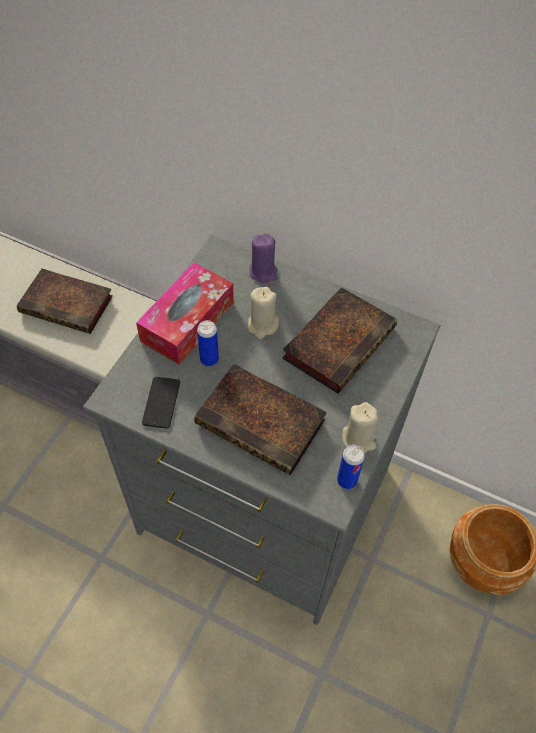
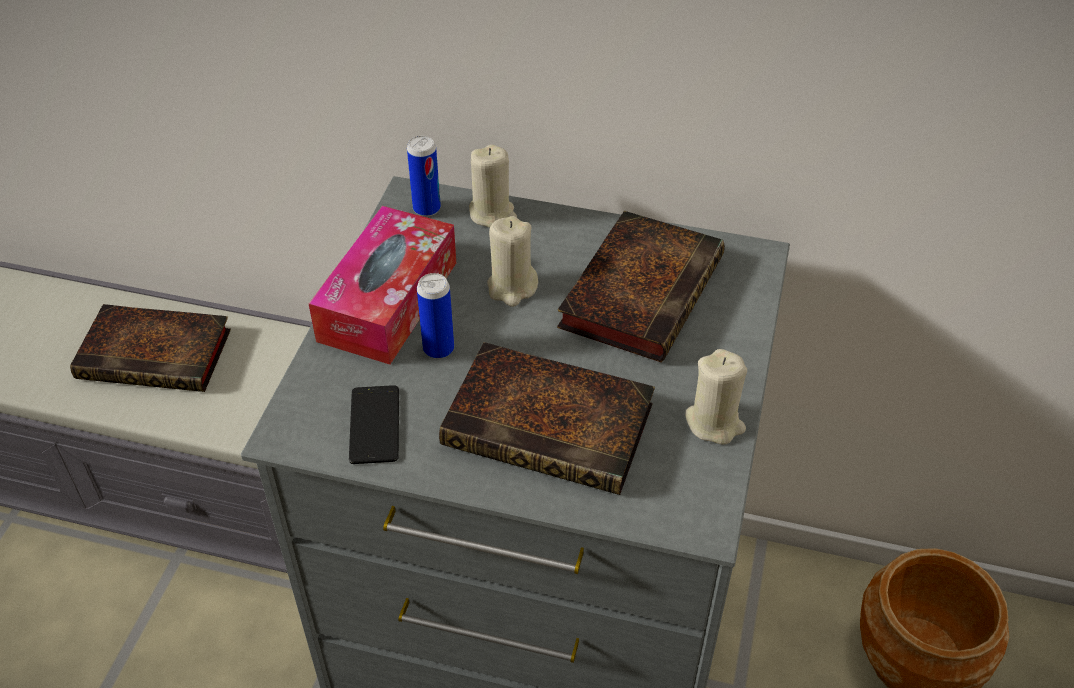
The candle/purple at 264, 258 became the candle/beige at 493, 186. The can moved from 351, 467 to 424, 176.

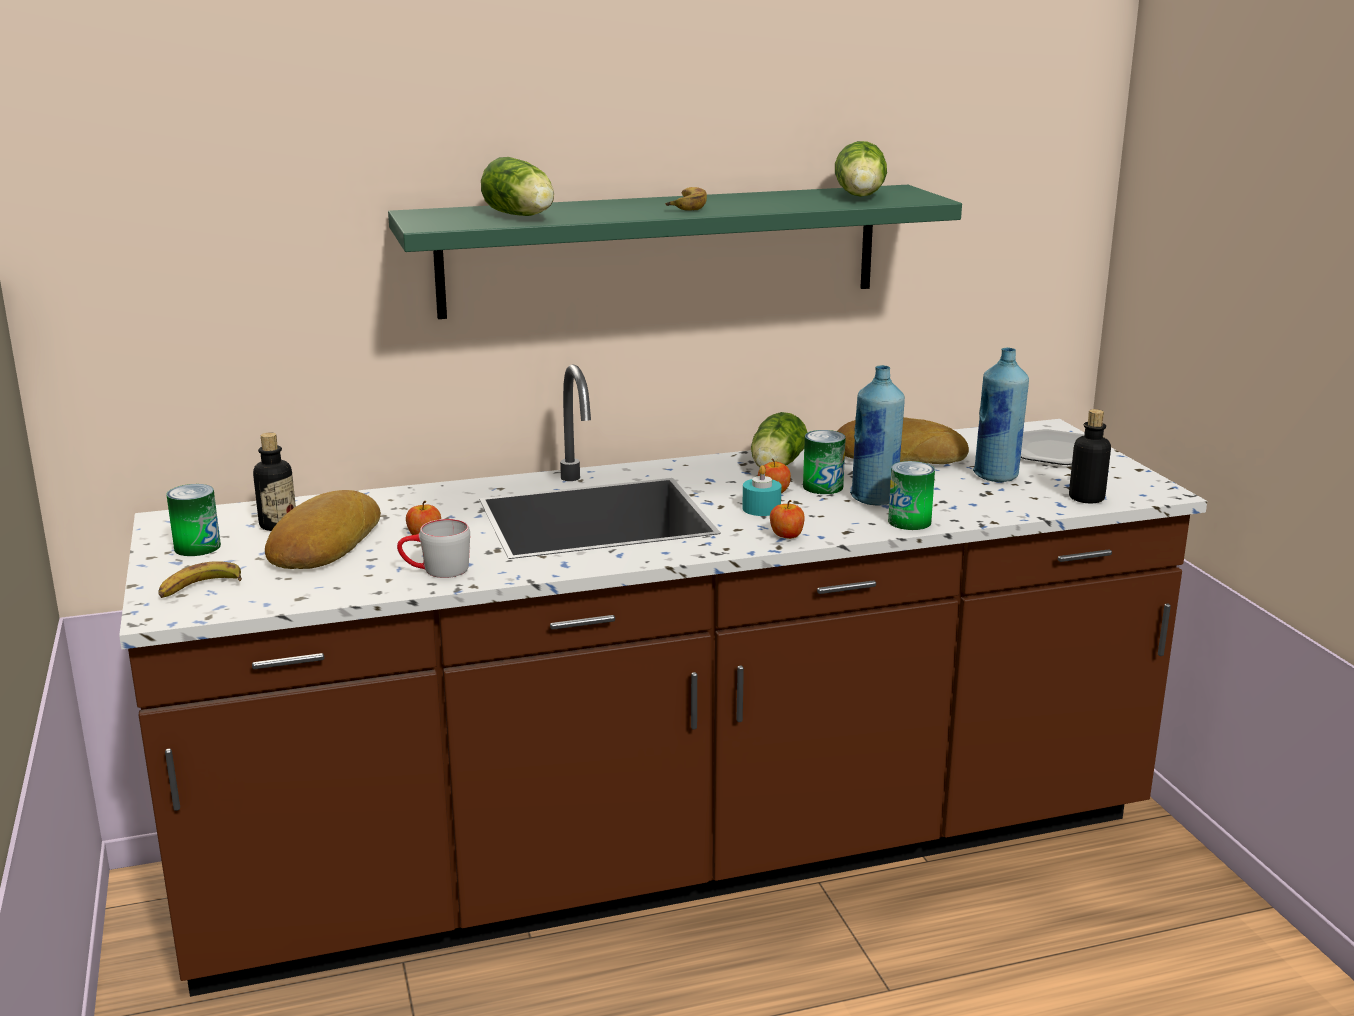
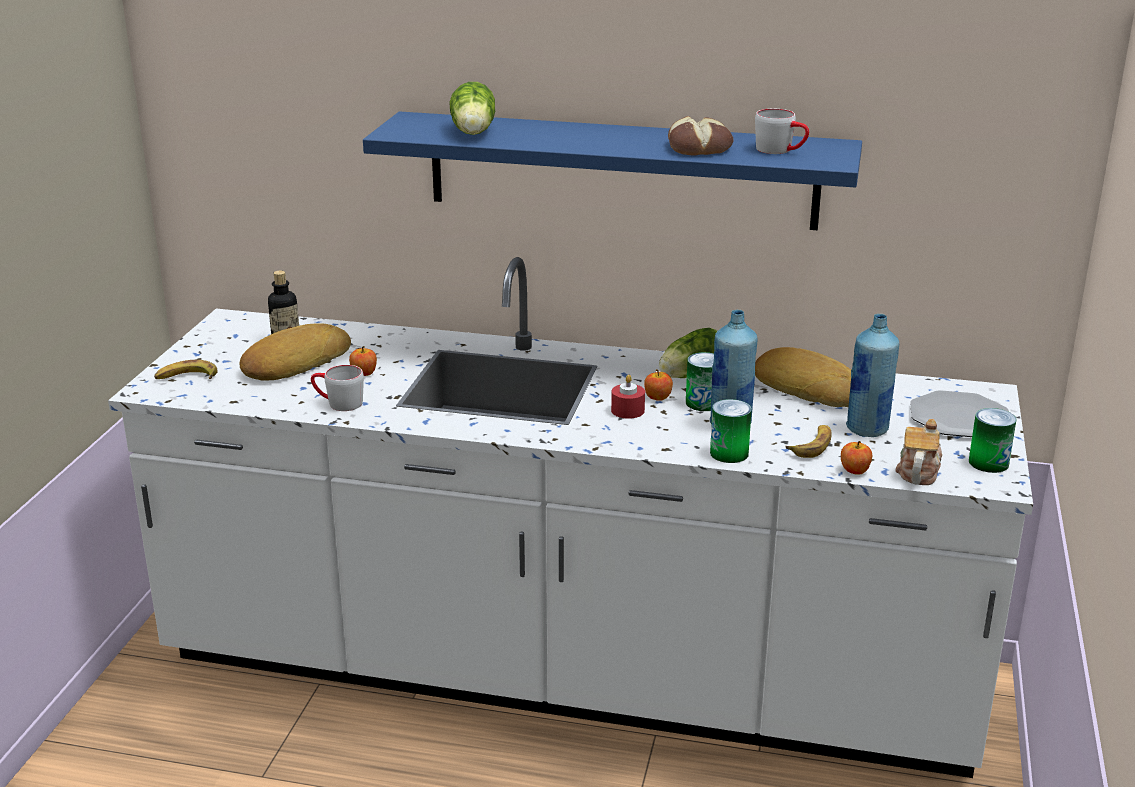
The counter/brown at 663, 680 became the counter/white at 570, 517. The can moved from 193, 520 to 993, 440. The shelf/green at 675, 252 became the shelf/blue at 612, 170. The banana moved from 686, 199 to 808, 441. The candle/turquoise at 761, 490 became the candle/red at 628, 397. The apple moved from 787, 519 to 856, 458. The lettuce at 861, 169 was replaced by the mug/grey at 782, 131. The bottle at 1090, 456 was replaced by the teapot at 918, 452. The bread at 700, 135 appeared.

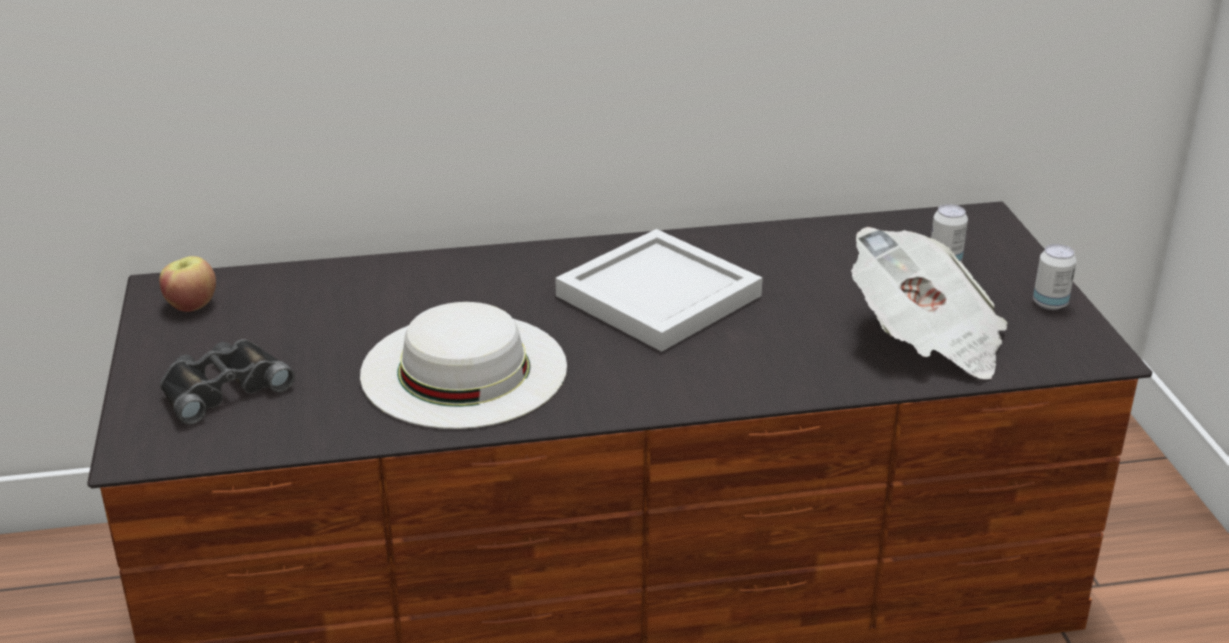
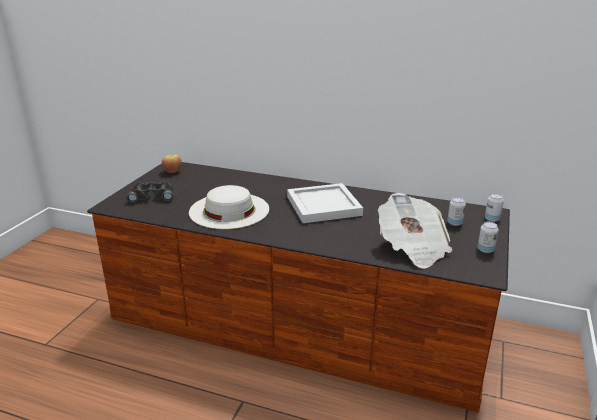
The can at 494, 207 appeared.

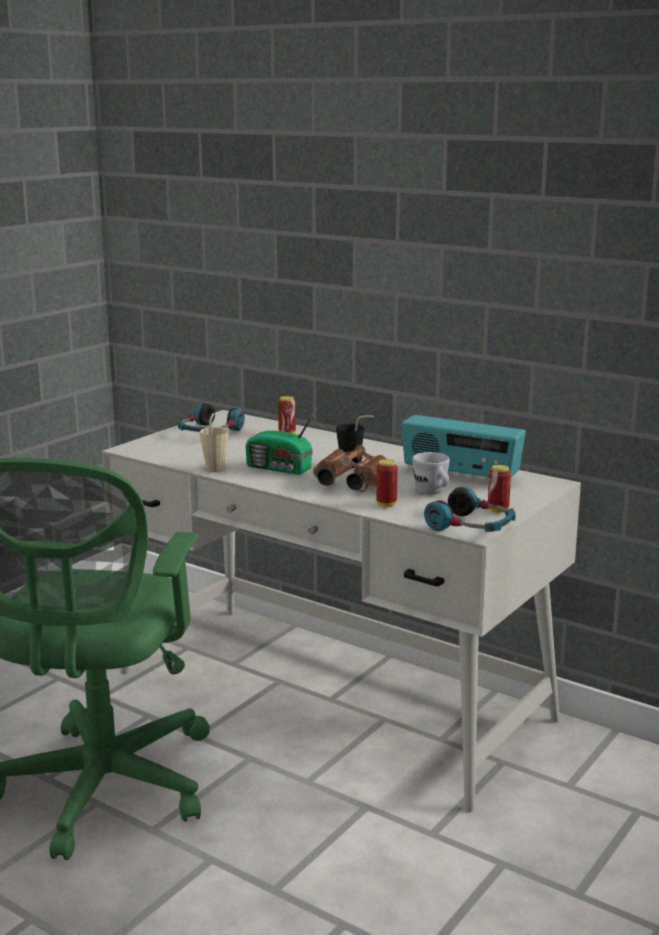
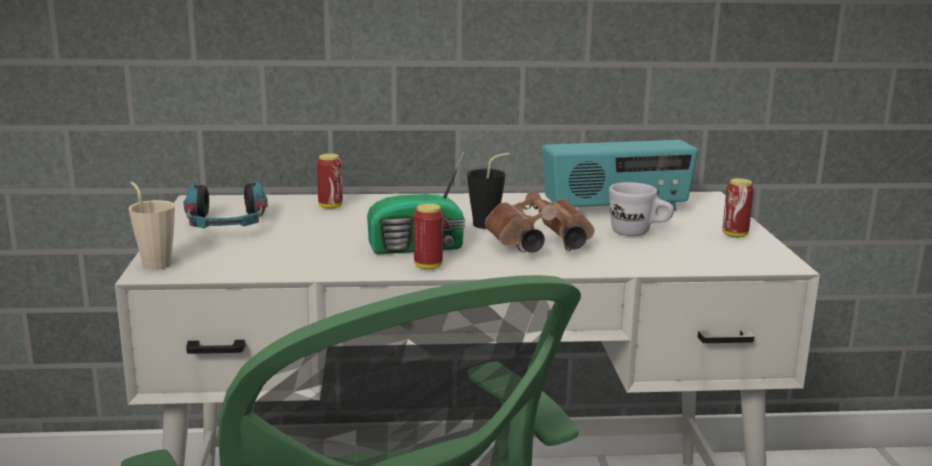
The cup/beige moved from 214, 442 to 152, 226. The can moved from 387, 483 to 428, 236. The headphones at 470, 509 disappeared.

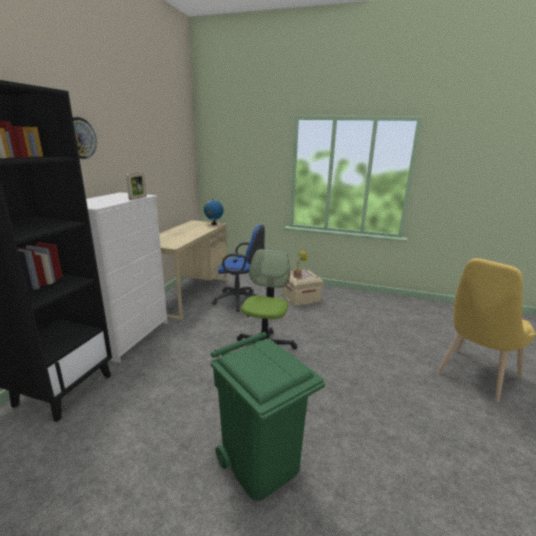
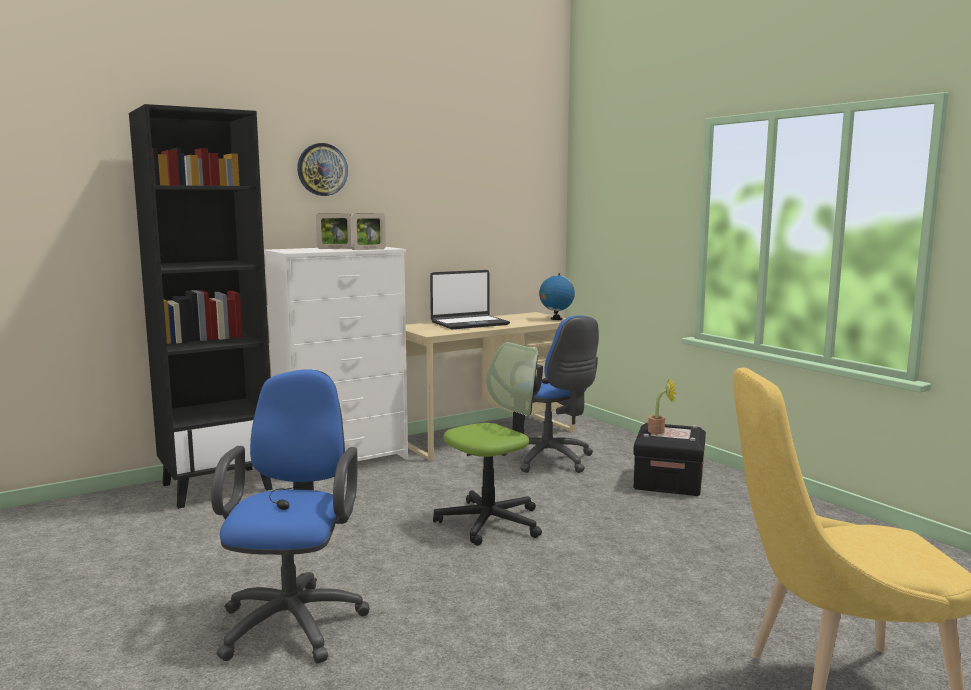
The trash can/green at 268, 416 was replaced by the office chair/blue at 290, 516. The storage box/beige at 302, 287 became the storage box/black at 669, 459. The picture frame at 333, 231 appeared. The laptop at 470, 299 appeared.

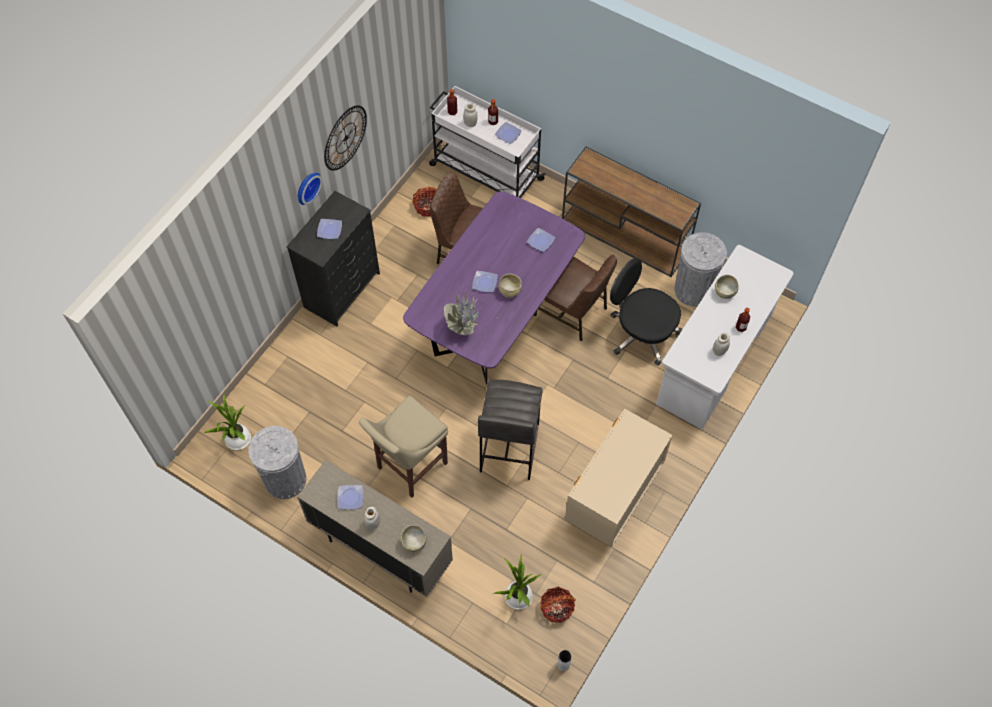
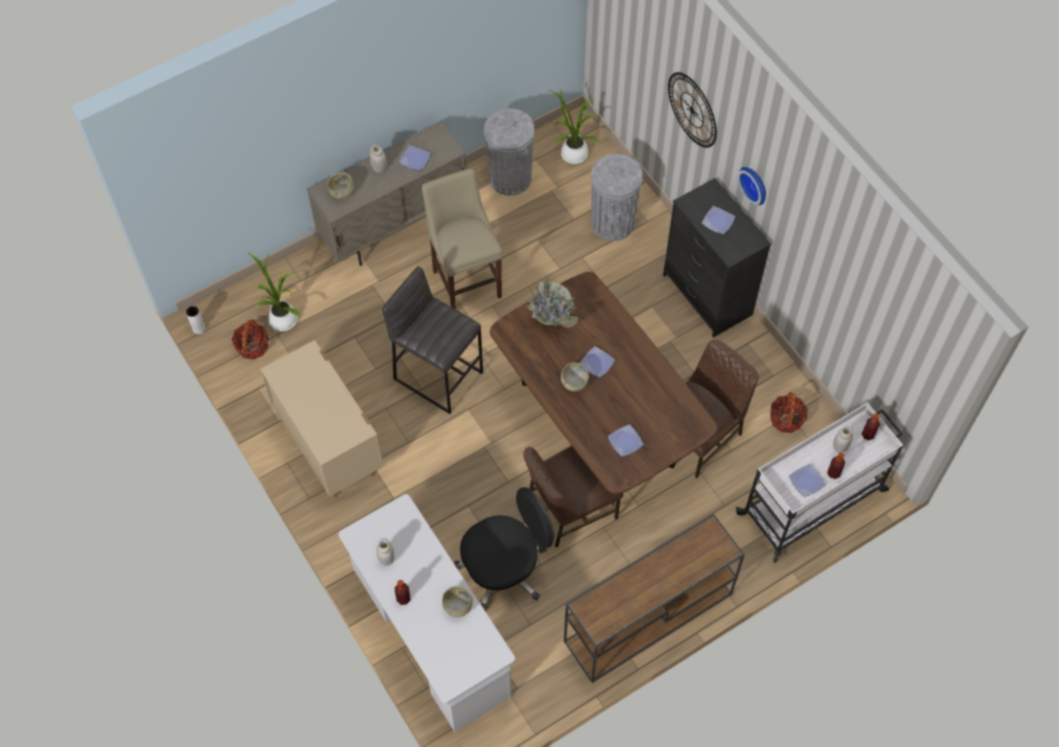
The wall clock moved from 345, 138 to 692, 110. The dining table/purple at 494, 287 became the dining table/brown at 604, 389. The trash can/grey moved from 700, 269 to 617, 197.

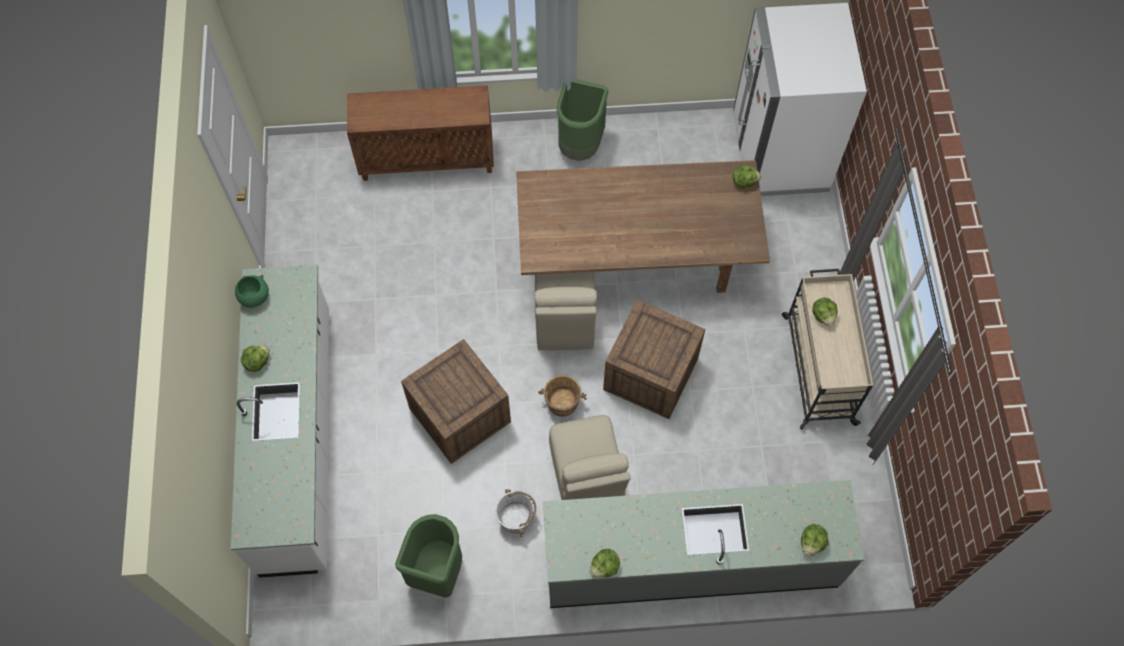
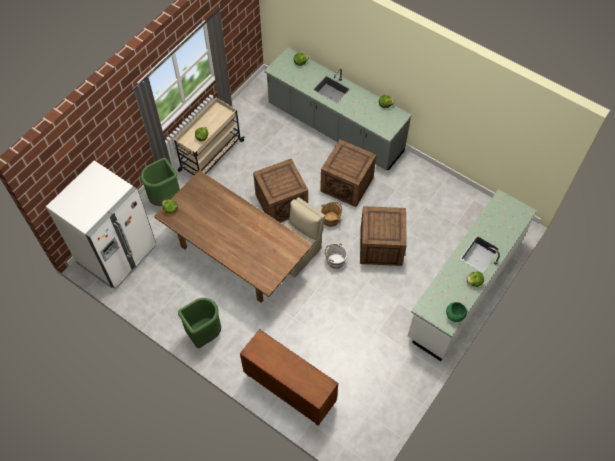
The trash can/green moved from 428, 556 to 160, 182. The bucket/white moved from 515, 513 to 336, 256. The chair/beige at 589, 457 was replaced by the crate at 348, 173.

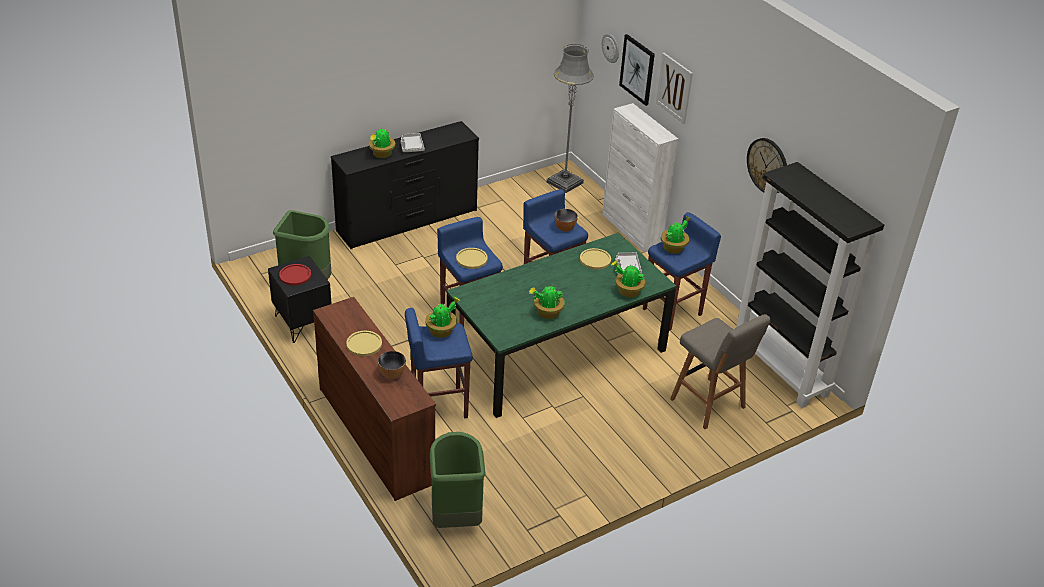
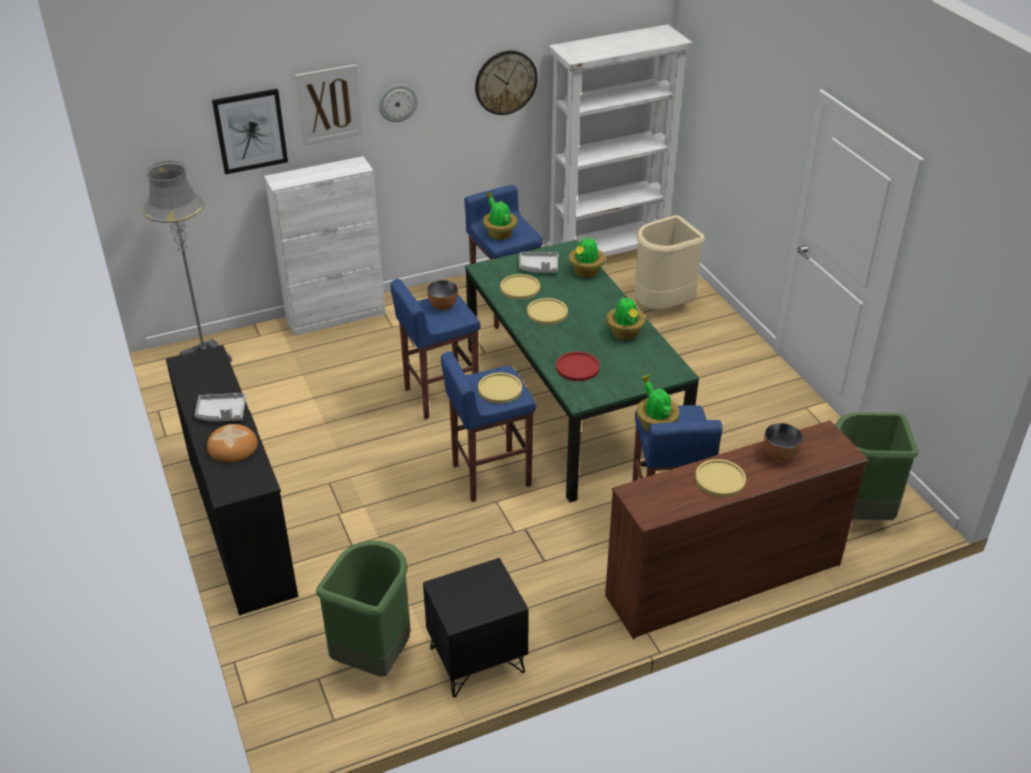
The plate/red moved from 295, 275 to 578, 366. The potted plant at 382, 143 was replaced by the bread at 232, 443. The wall clock moved from 610, 48 to 398, 103. The stool/grey at 720, 371 was replaced by the trash can/beige at 669, 262. The bookcase/black at 810, 285 became the bookcase/white at 619, 140. The plate/yellow at 547, 311 appeared.

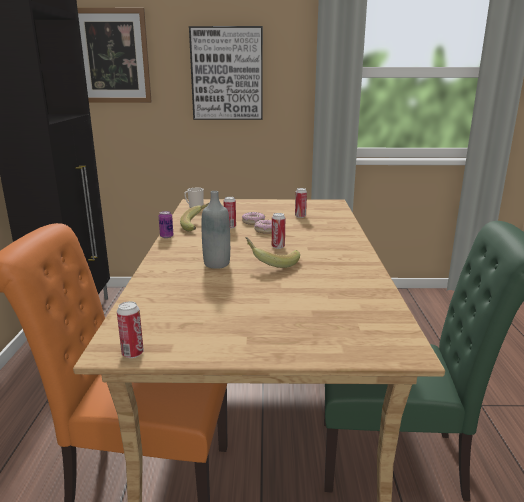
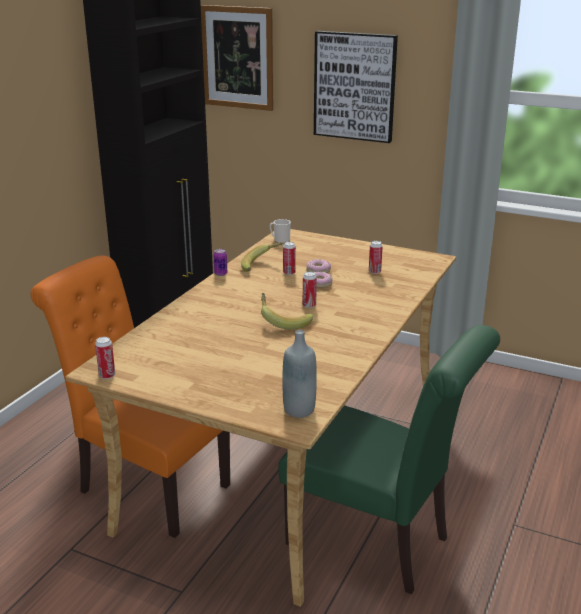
The bottle/grey moved from 215, 230 to 300, 374.

